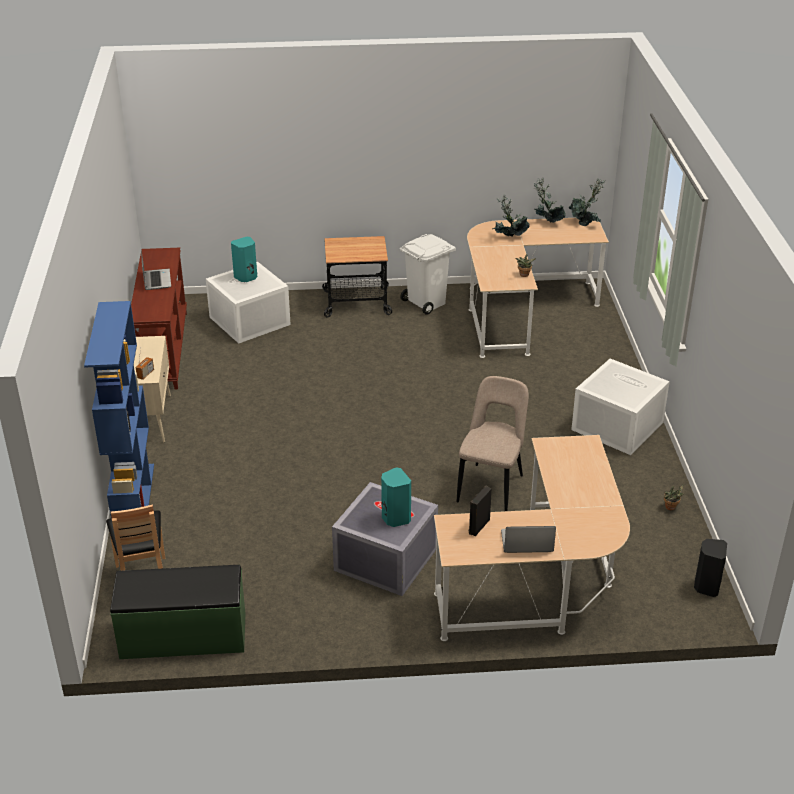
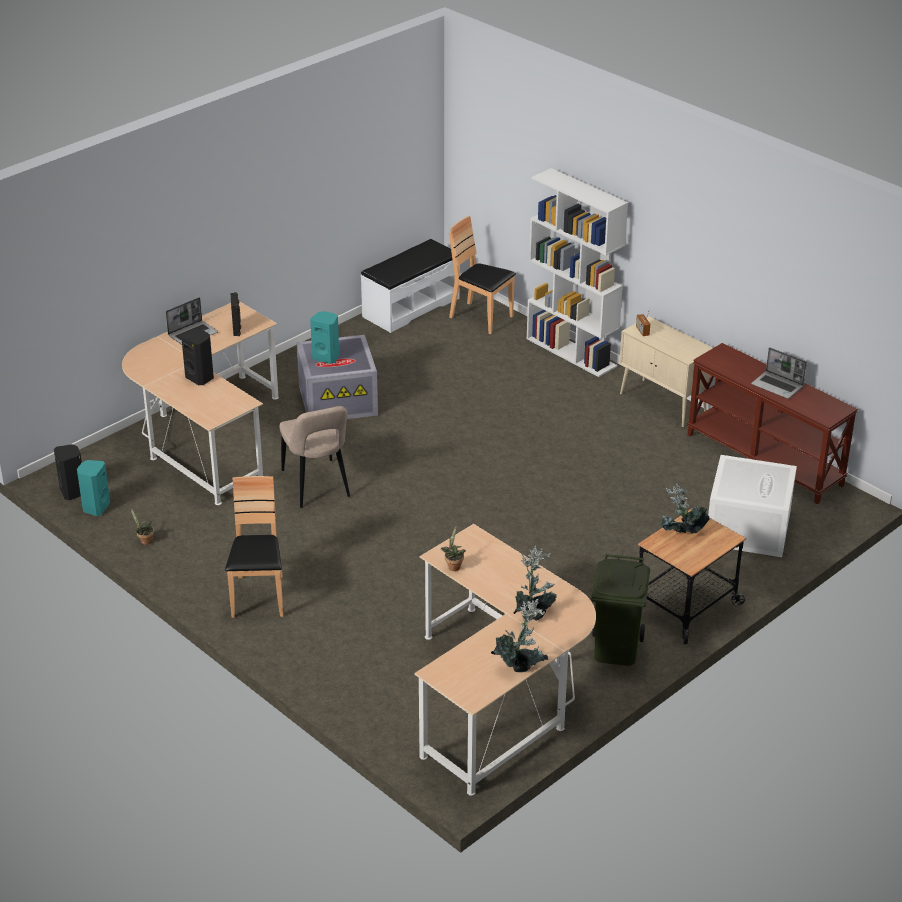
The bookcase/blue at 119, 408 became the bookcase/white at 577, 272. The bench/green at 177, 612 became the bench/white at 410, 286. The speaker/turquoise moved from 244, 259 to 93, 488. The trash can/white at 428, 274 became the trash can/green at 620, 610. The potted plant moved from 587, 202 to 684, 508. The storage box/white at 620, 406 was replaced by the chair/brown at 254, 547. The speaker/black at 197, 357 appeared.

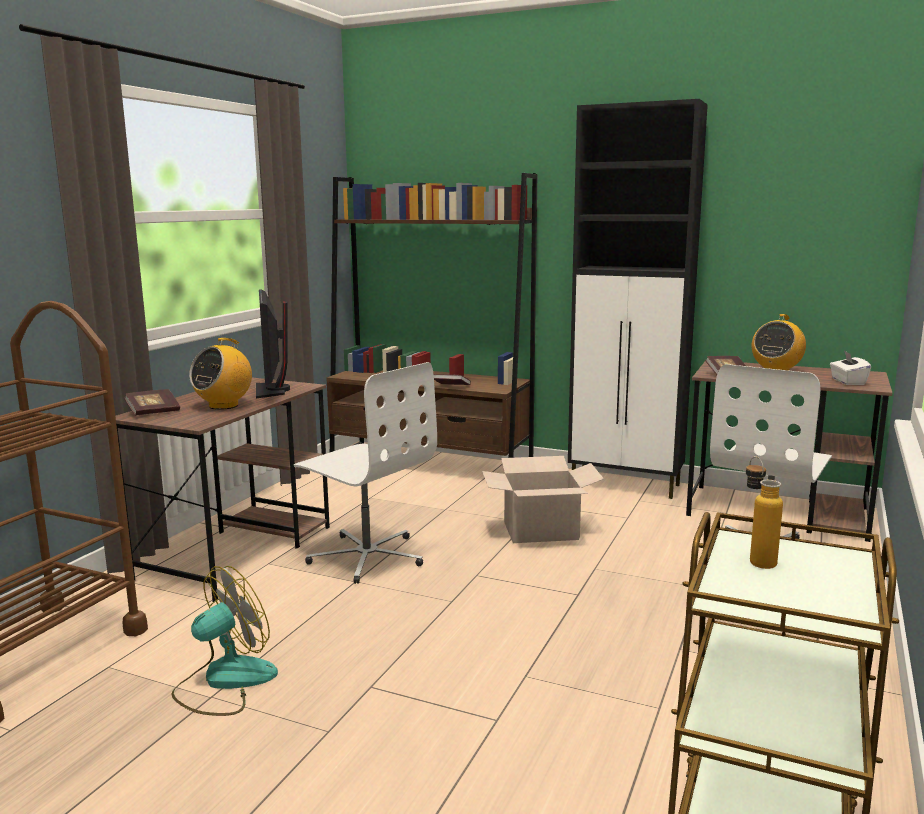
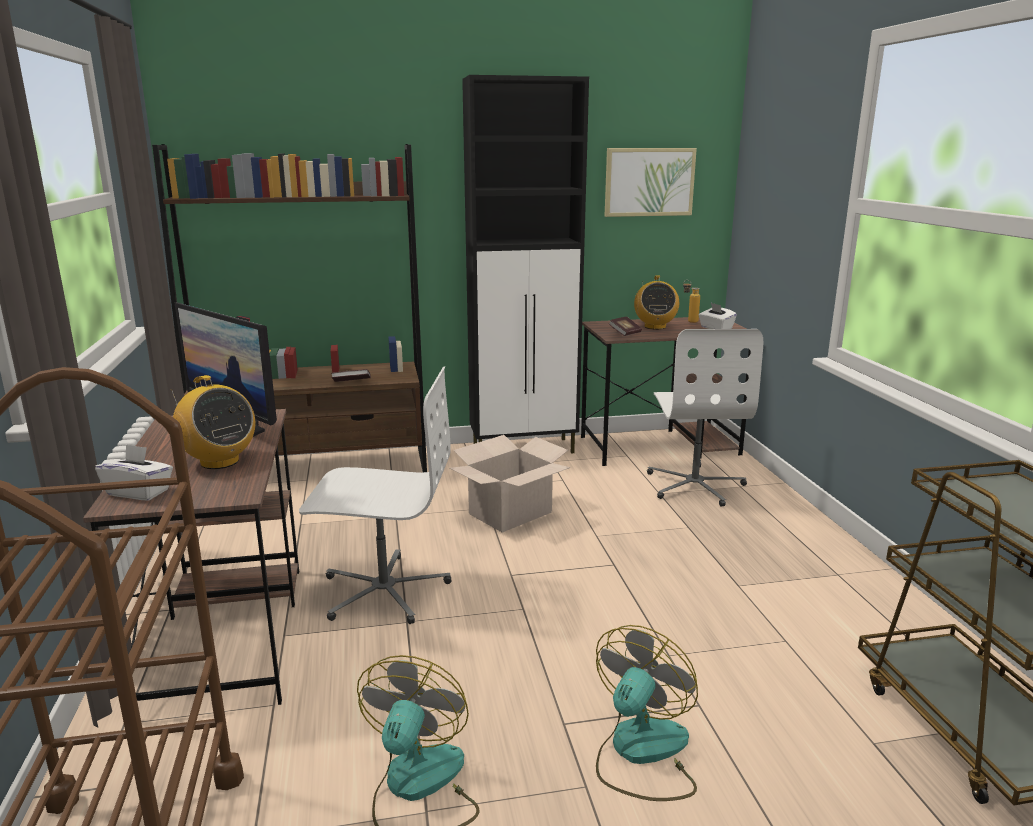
The book at 152, 402 was replaced by the tissue box/white at 134, 472. The radio at 220, 374 turned 45 degrees counterclockwise. The bottle moved from 764, 512 to 691, 301. The fan at 647, 713 appeared. The picture at 651, 182 appeared.

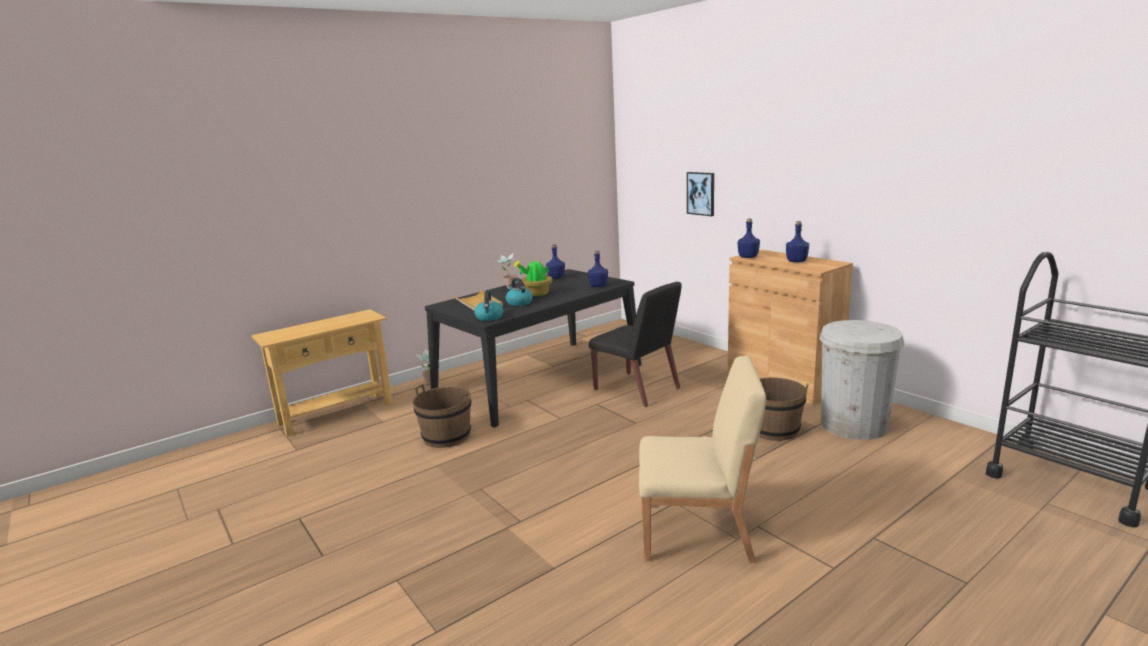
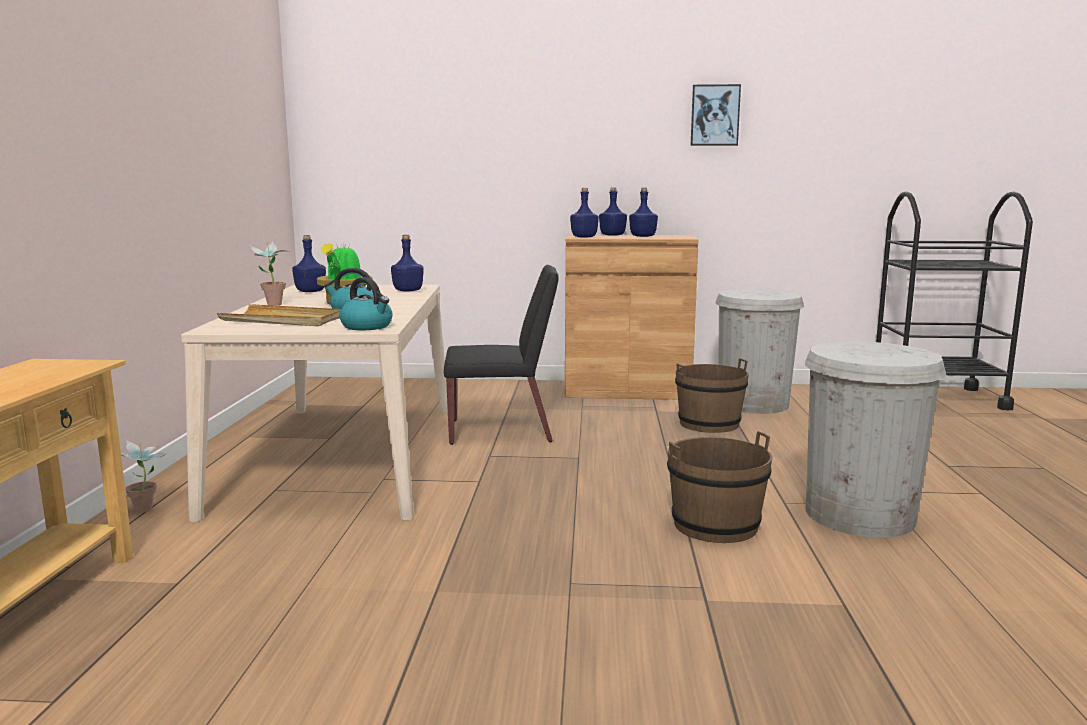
The bucket/brown moved from 442, 416 to 720, 487. The dining table/black at 533, 348 became the dining table/beige at 314, 403. The chair/beige at 702, 459 was replaced by the trash can/white at 875, 439. The picture moved from 700, 194 to 716, 115. The bottle/blue at 613, 212 appeared.

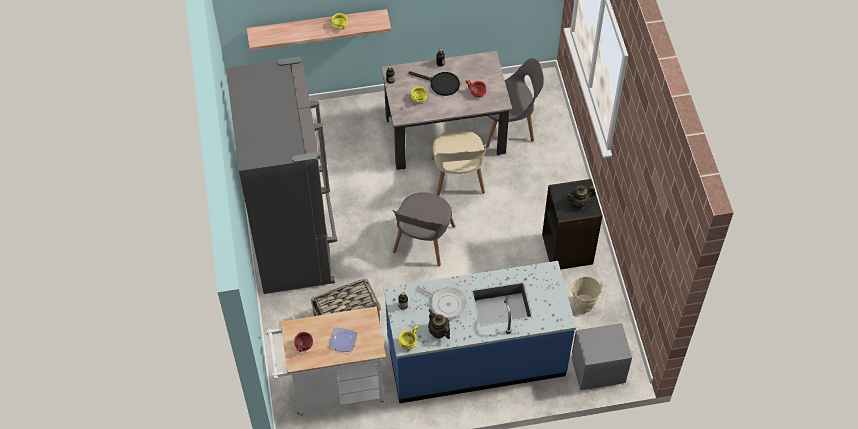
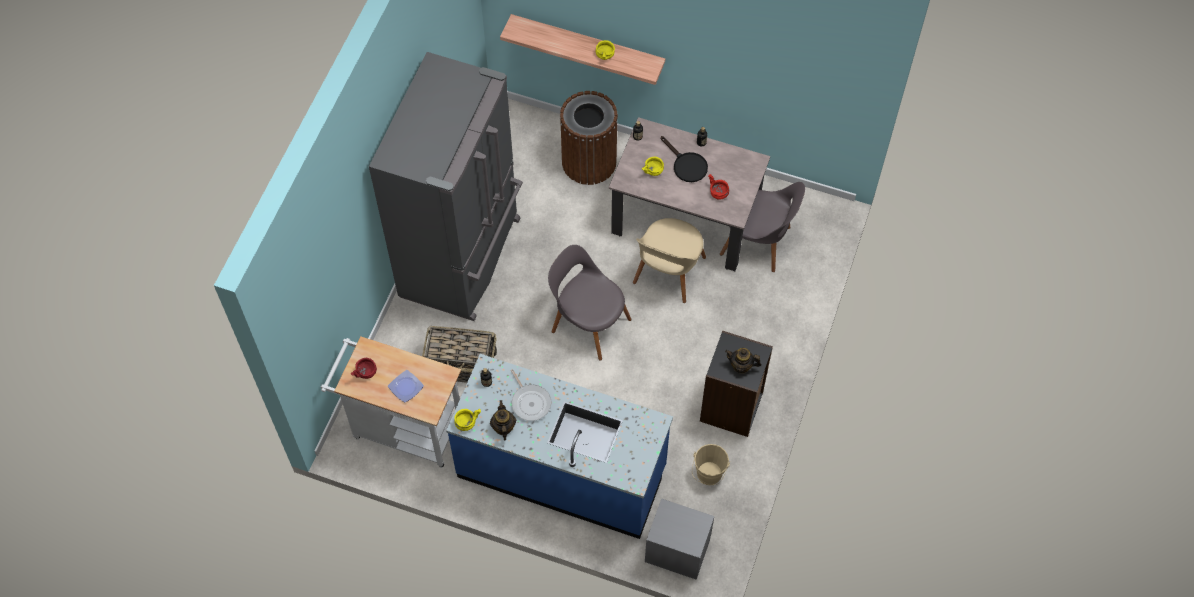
The chair/grey at 423, 229 turned 75 degrees clockwise. The trash can/brown at 589, 138 appeared.

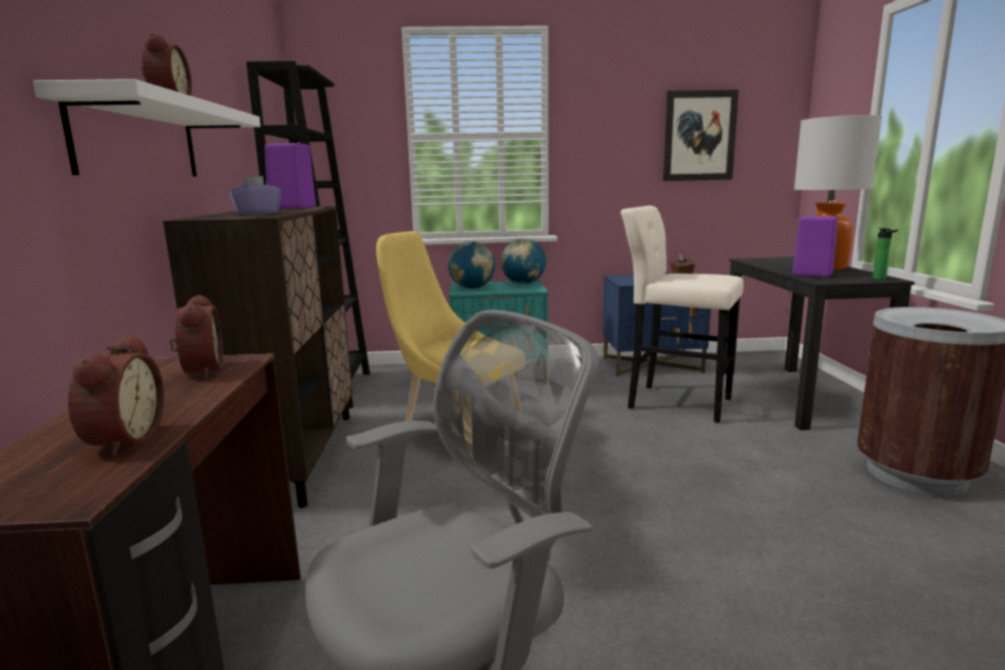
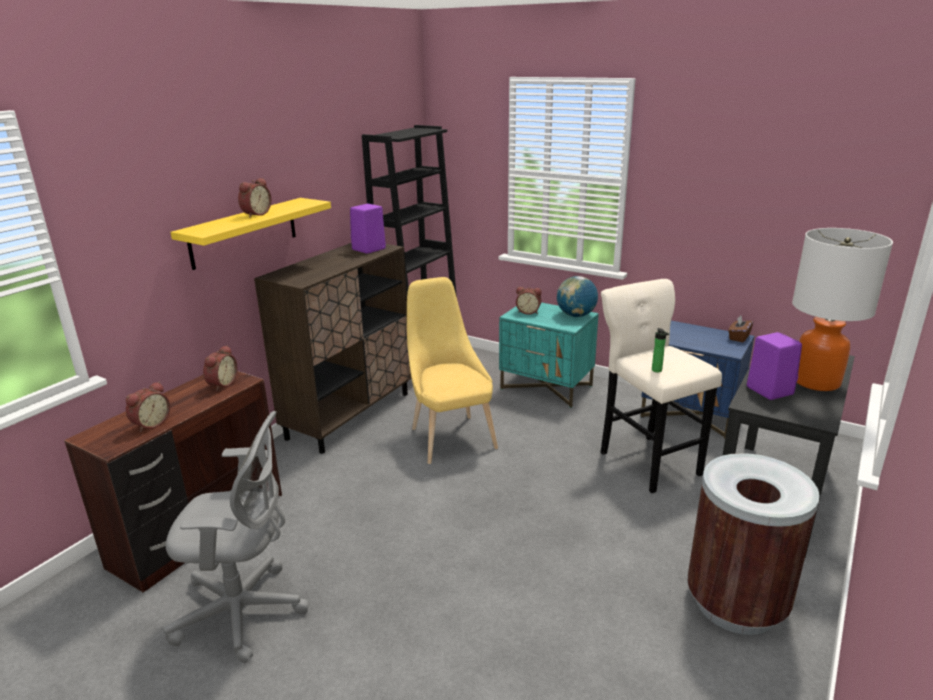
The shelf/white at 147, 127 became the shelf/yellow at 250, 234. The tissue box/purple at 255, 195 disappeared. The globe at 471, 265 was replaced by the alarm clock at 529, 301. The picture at 701, 135 disappeared. The bottle moved from 885, 254 to 660, 350.

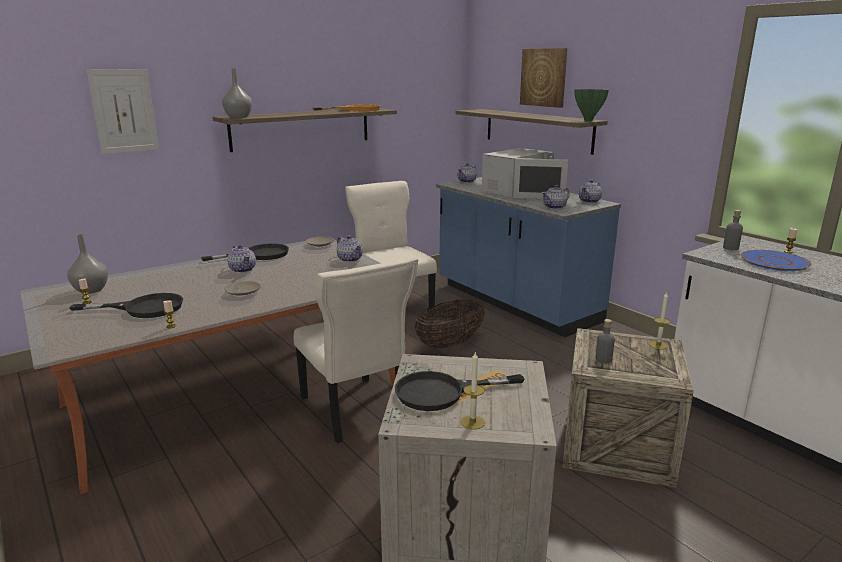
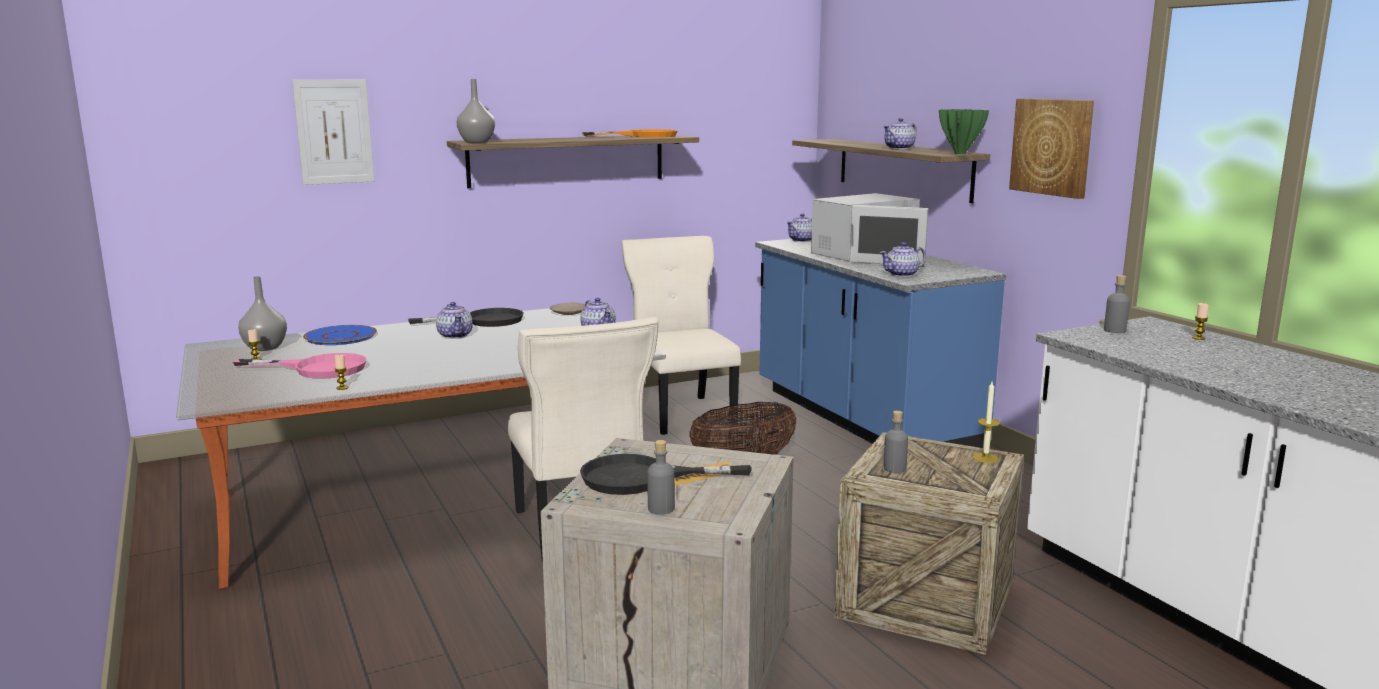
The frying pan/black at 126, 305 became the frying pan/pink at 300, 366. The plate/beige at 243, 288 disappeared. The candle at 473, 390 was replaced by the bottle/grey at 661, 477. The picture moved from 543, 78 to 1051, 149. The teapot moved from 590, 191 to 900, 133. The plate/blue moved from 776, 260 to 340, 335.

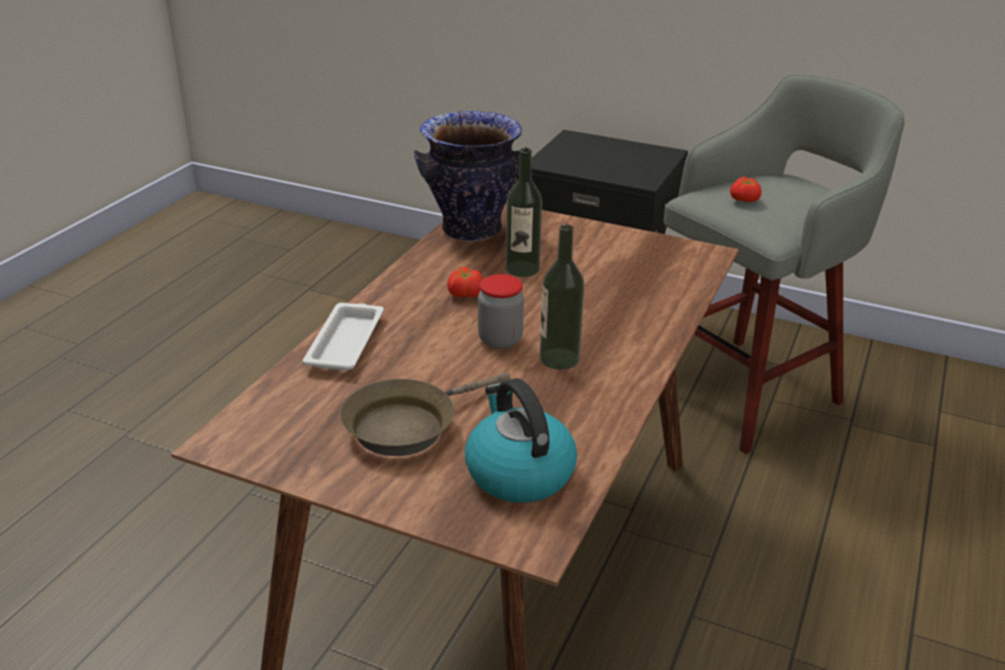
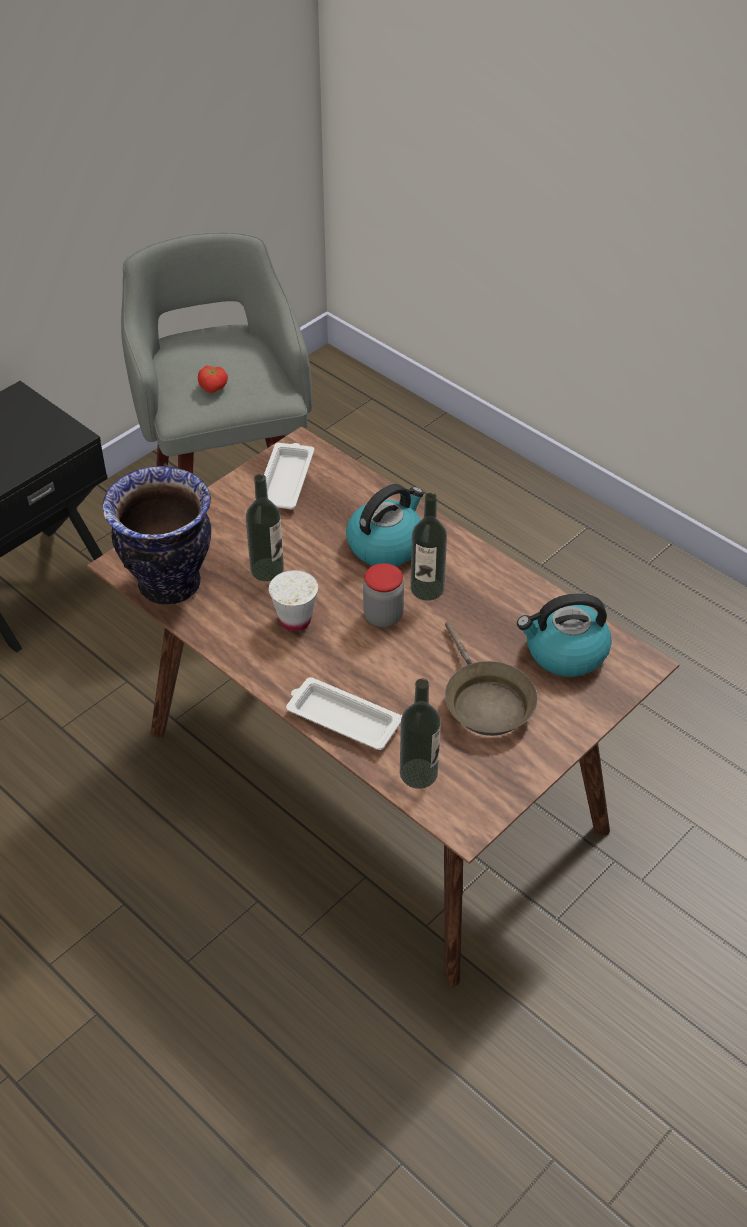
The tomato at 465, 282 was replaced by the cup/white at 293, 600. The tray/white at 289, 476 appeared. The kettle at 385, 525 appeared. The bottle at 420, 734 appeared.

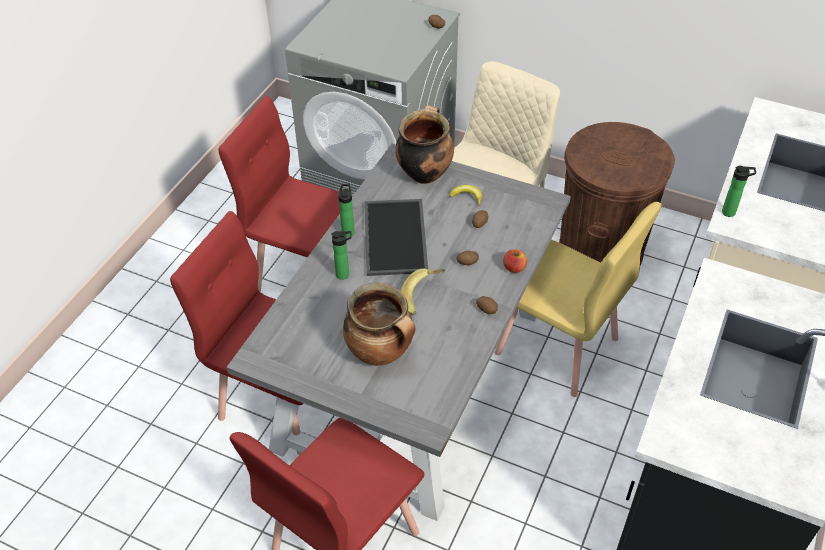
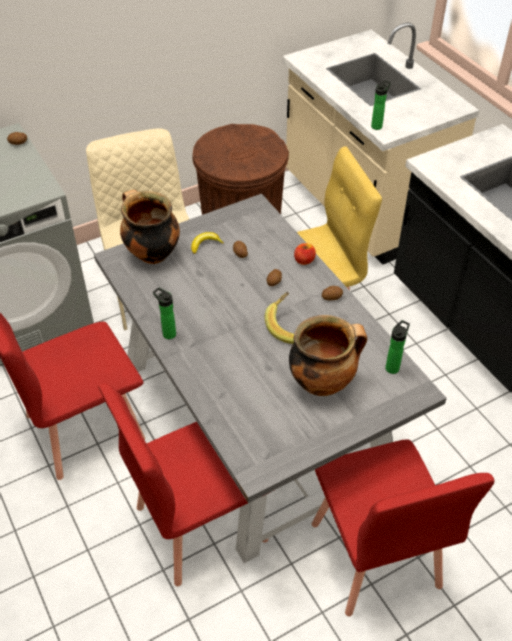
The bottle moved from 341, 255 to 397, 347. The tray at 396, 237 disappeared.

